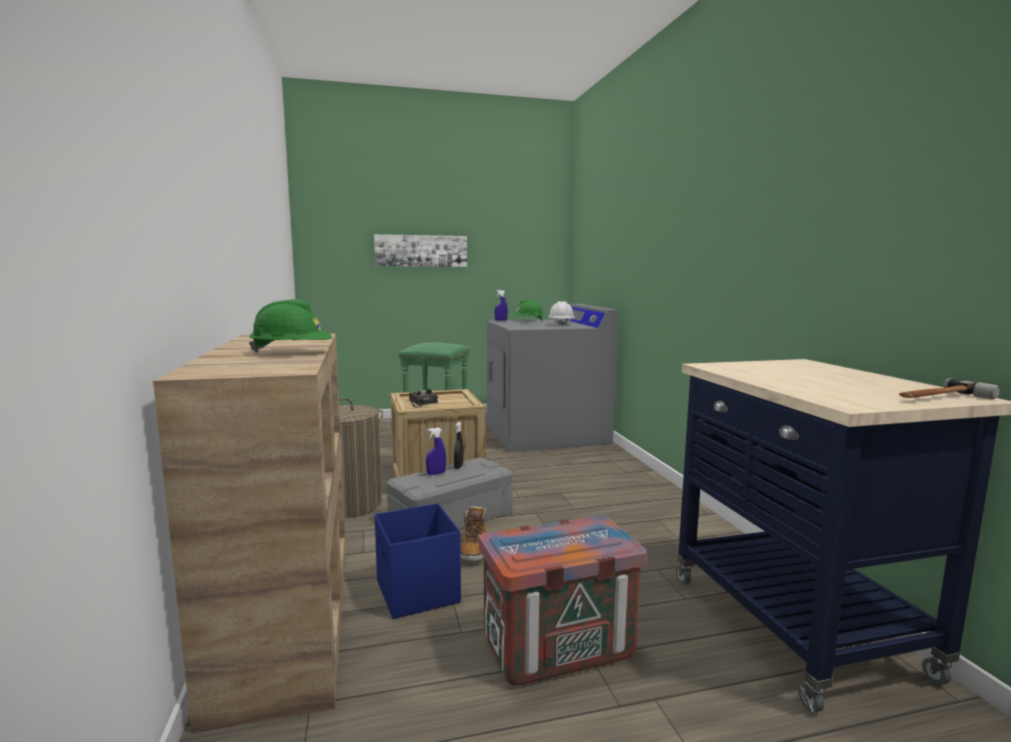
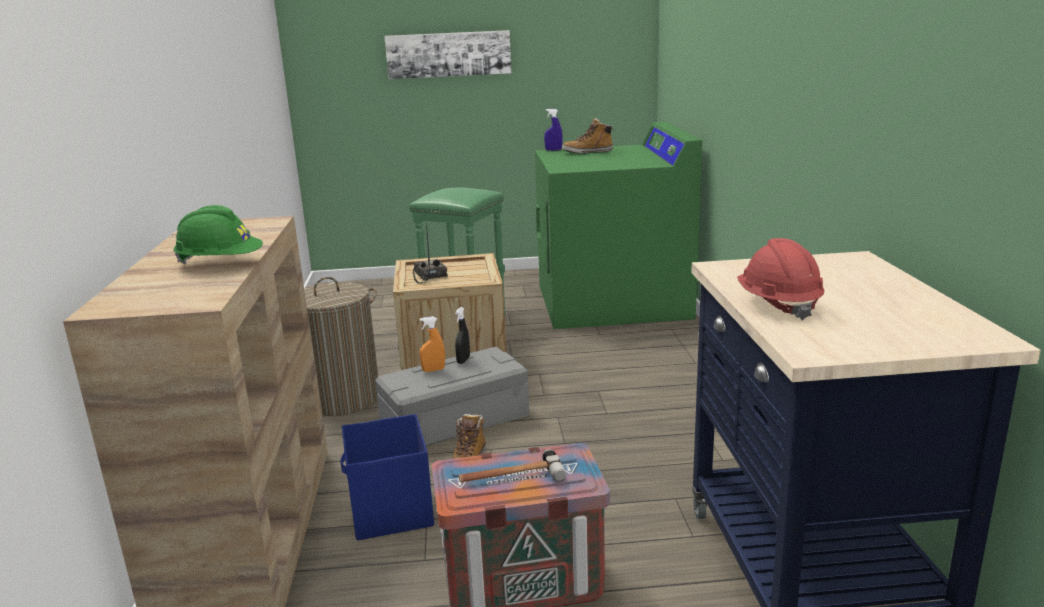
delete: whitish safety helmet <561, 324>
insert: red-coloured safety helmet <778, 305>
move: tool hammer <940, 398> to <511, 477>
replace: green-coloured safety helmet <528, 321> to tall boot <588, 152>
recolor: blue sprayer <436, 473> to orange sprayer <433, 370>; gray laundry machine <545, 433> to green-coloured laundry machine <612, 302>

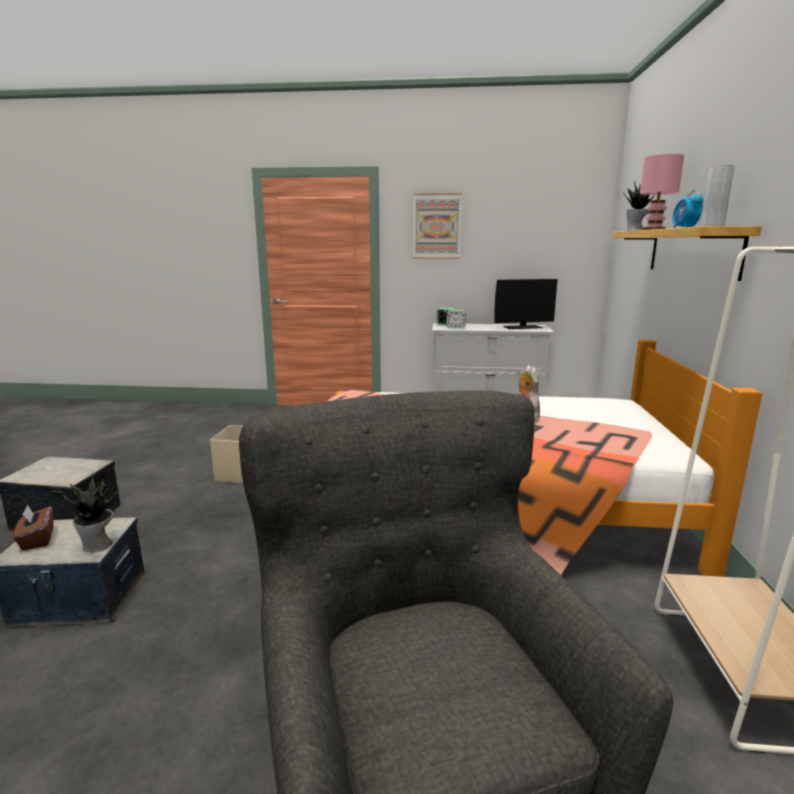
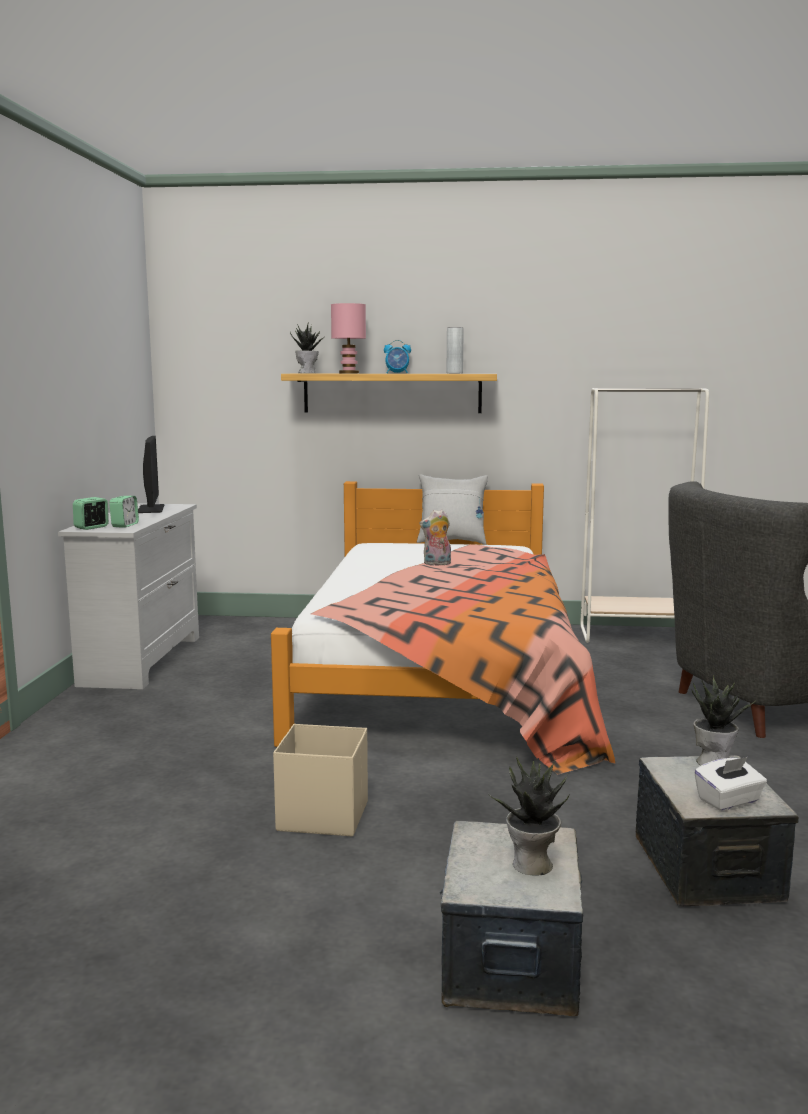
delete: wall picture <436, 226>
insert: gray pillow <451, 542>; houseplant <531, 865>
recolor: brown tissue box <37, 539> to whitish tissue box <729, 801>

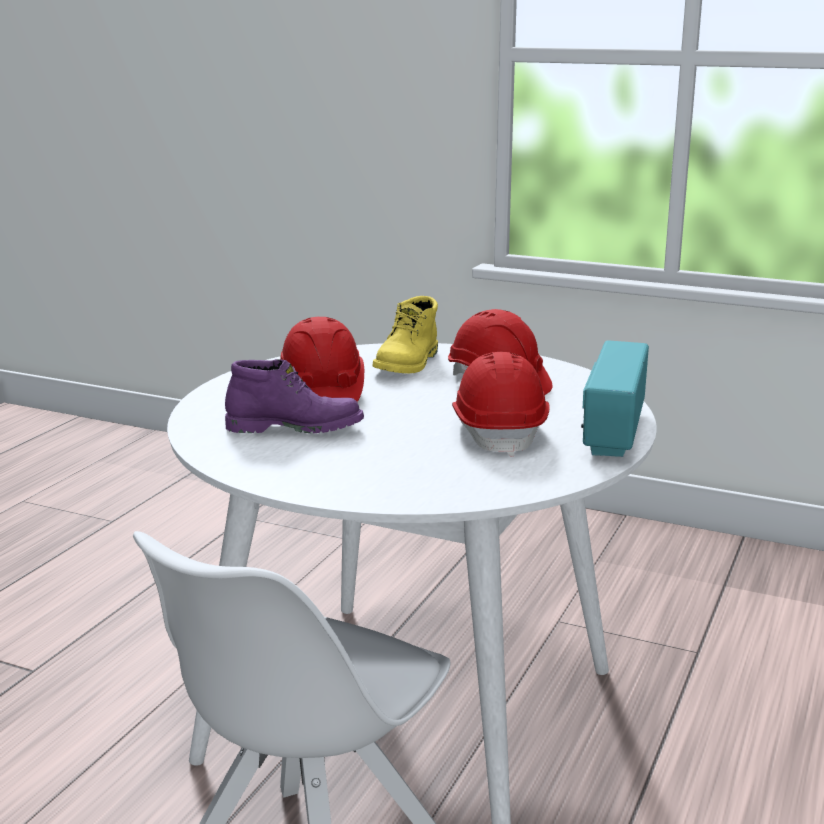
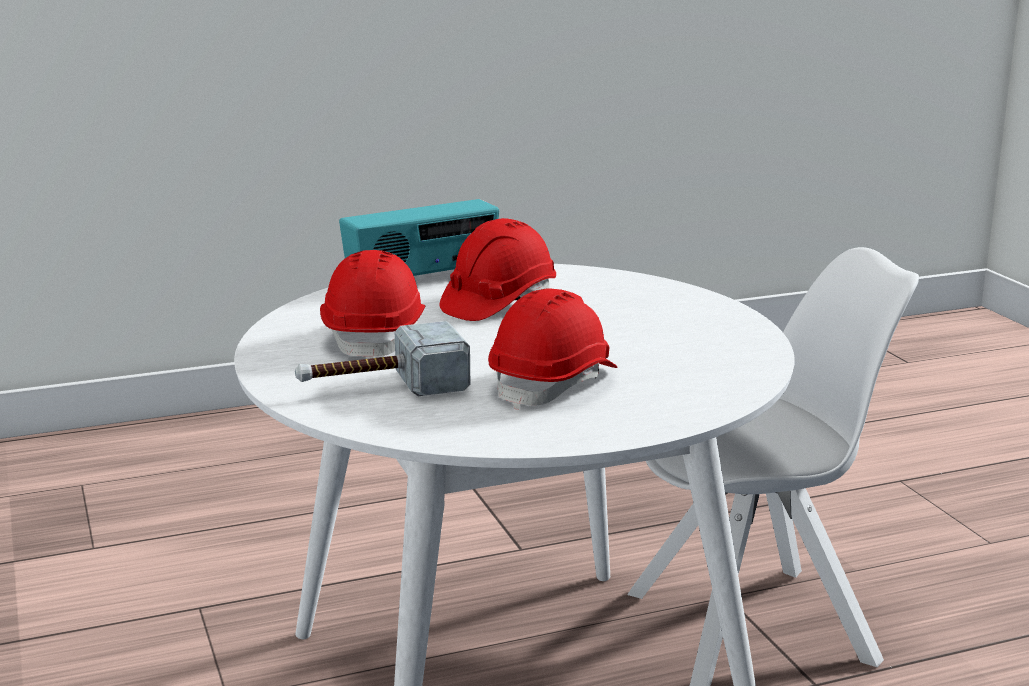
delete: purple tall boot <295, 428>
replace: yellow-coloured tall boot <408, 364> to tool hammer <382, 388>

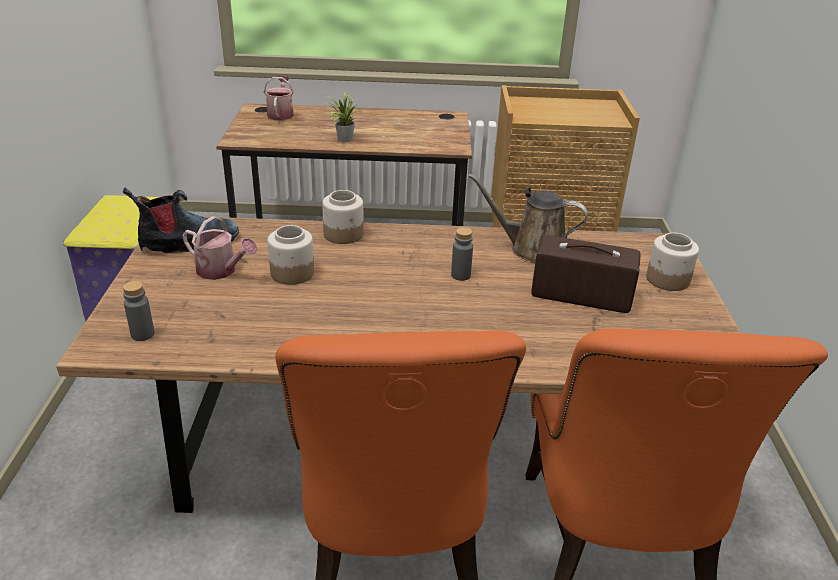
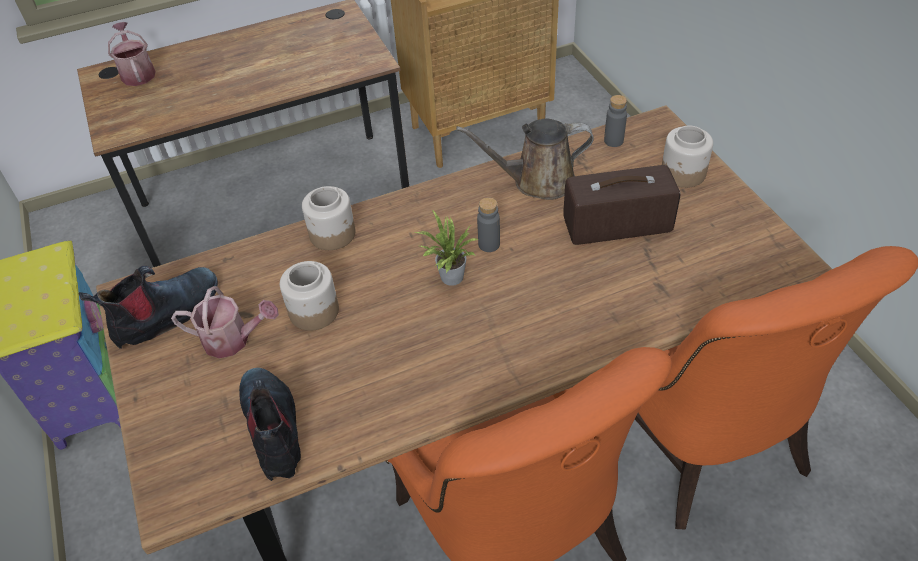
insert: tall boot <274, 428>
move: gray beverage bottle <142, 334> to <613, 141>; houseplant <343, 139> to <449, 278>

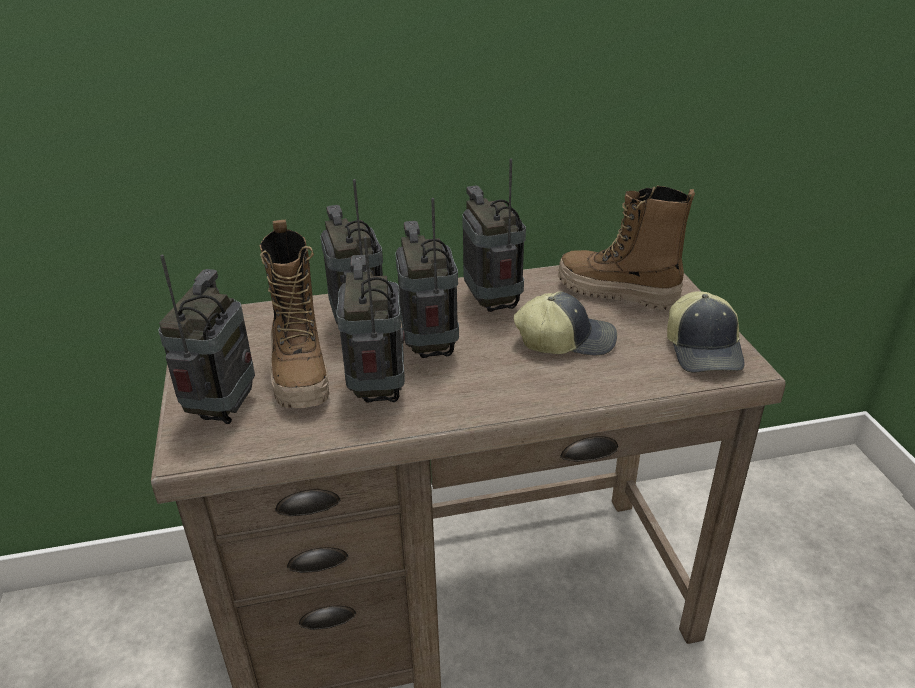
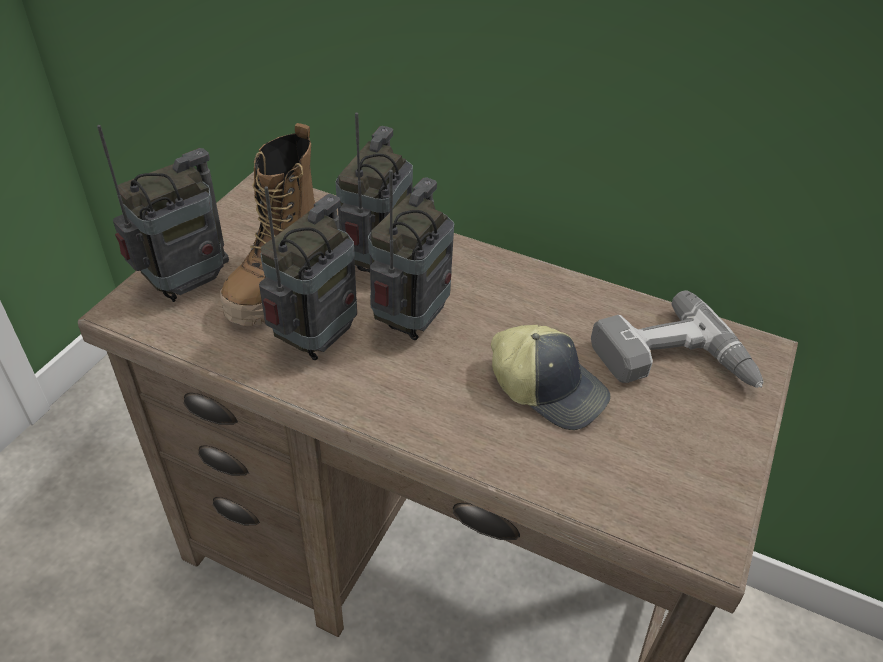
delete: radio set <493, 303>; peaked cap <704, 350>
replace: tall boot <617, 293> to electric drill <672, 364>

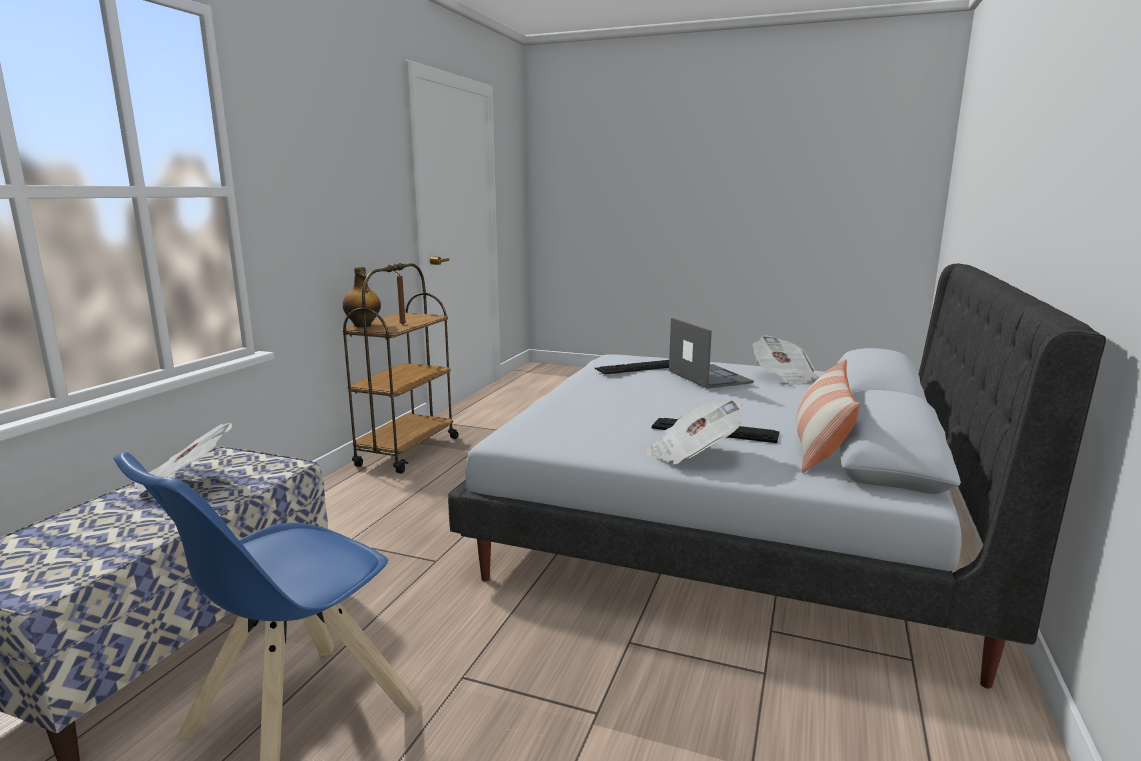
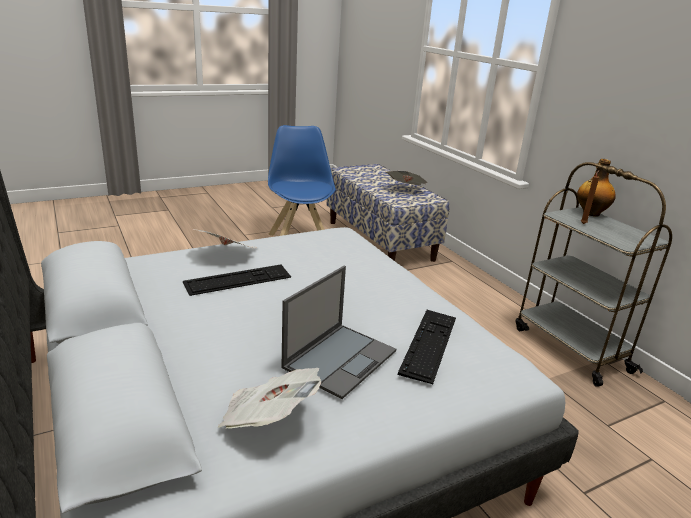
delete: pillow <820, 444>
recolor: brown cart <406, 452> to gray cart <570, 348>
rotate: portable computer <708, 376> = <340, 358> 75 degrees counterclockwise

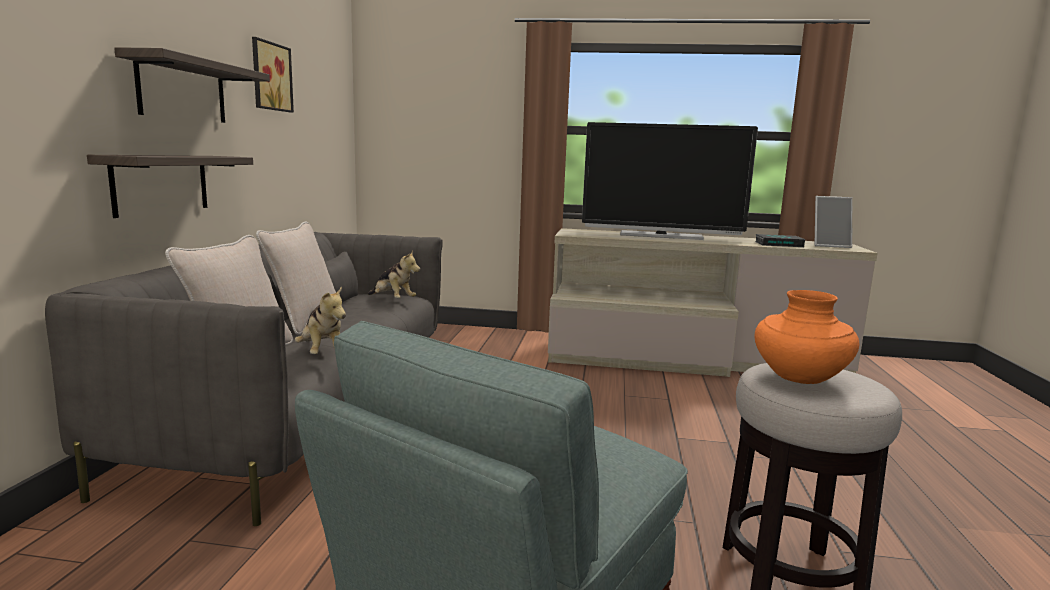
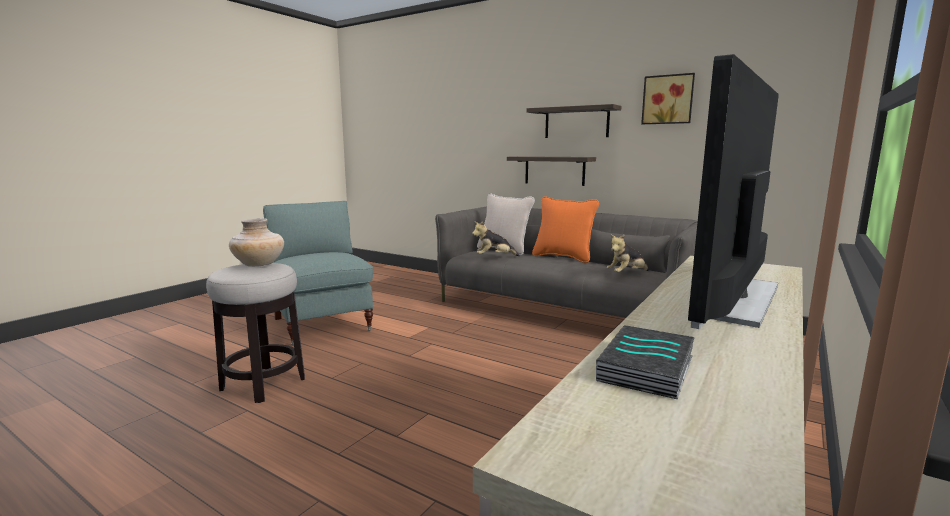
delete: photo frame <829, 245>
recolor: beige pillow <305, 321> to orange pillow <563, 257>; orange flower vase <799, 378> to beige flower vase <259, 265>

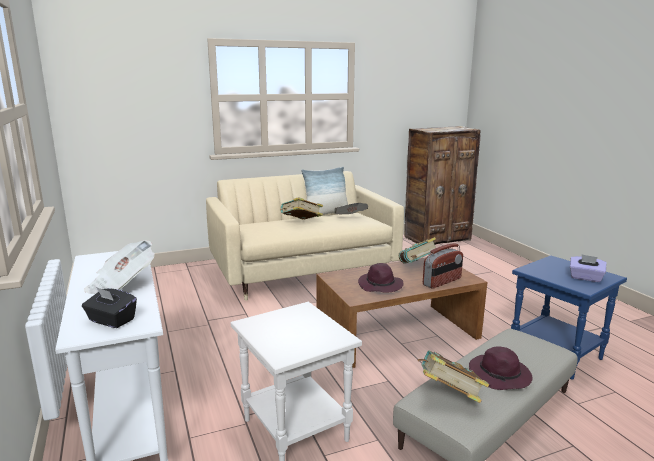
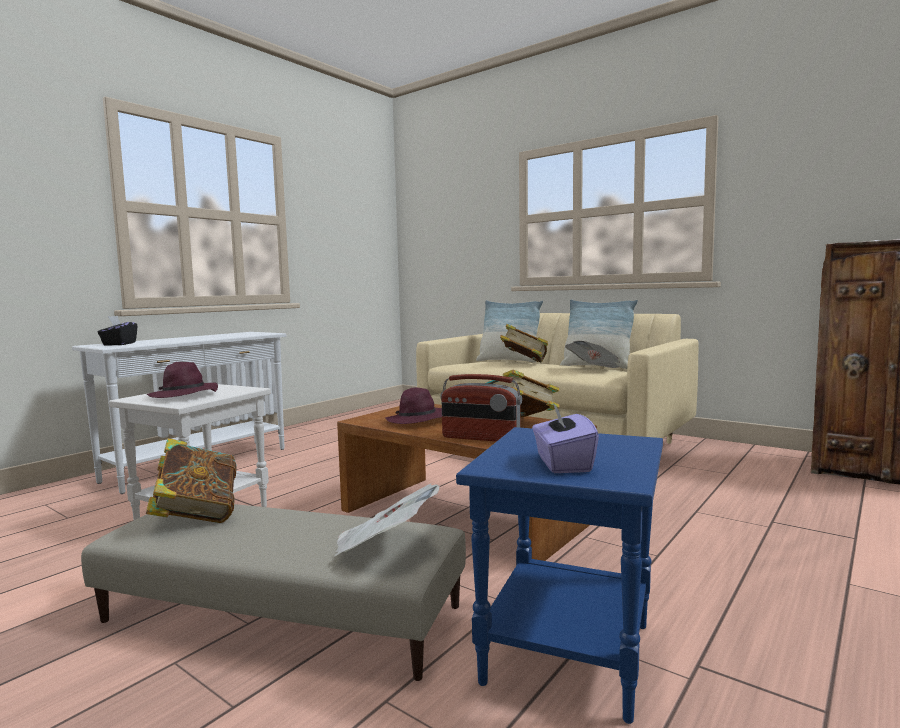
insert: pillow <508, 361>
move: newspaper <122, 285> to <384, 547>; purple clothing hat <500, 376> to <184, 396>

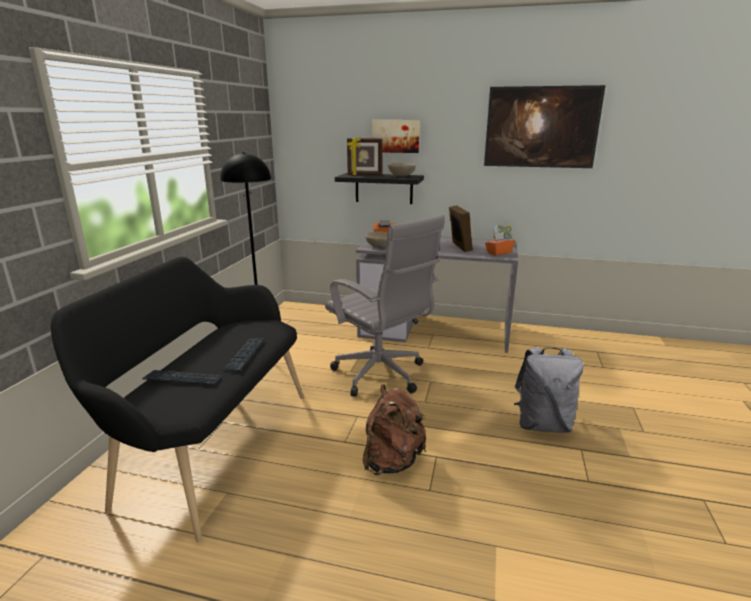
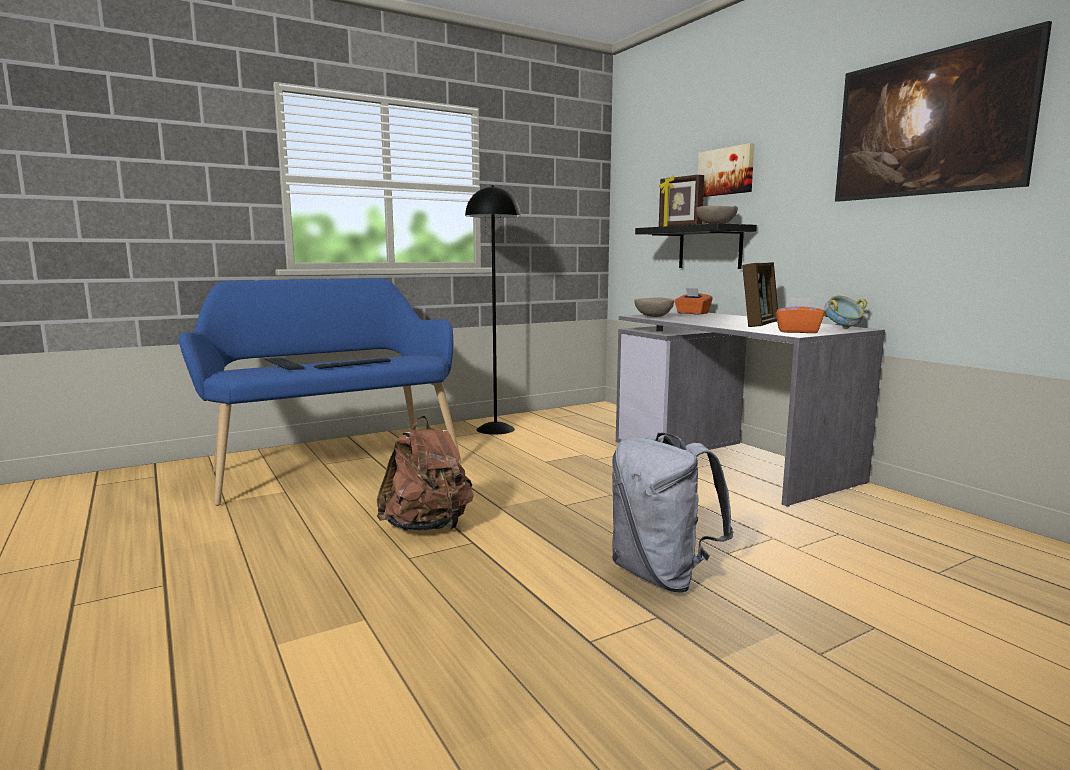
delete: gray desk chair <382, 376>
recolor: black indoor bench <210, 446> to blue indoor bench <333, 465>

